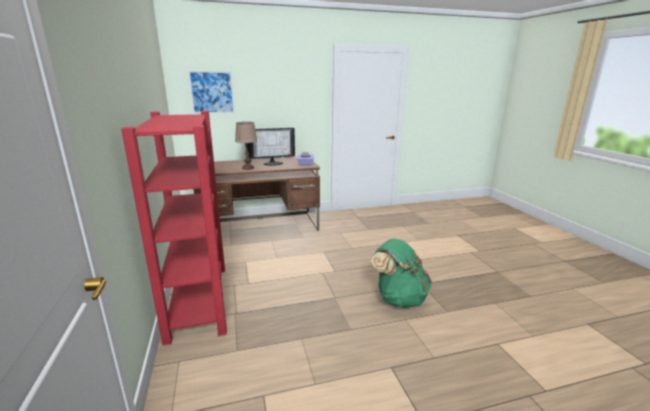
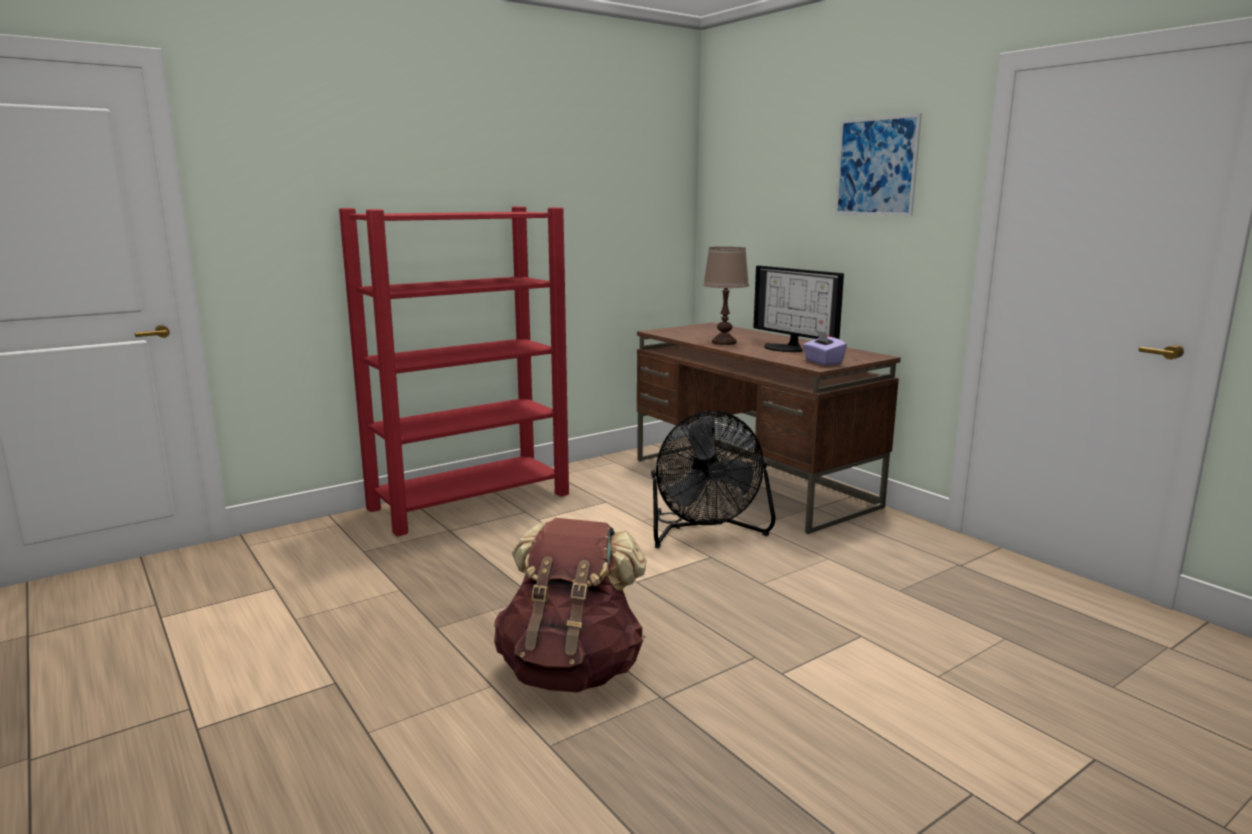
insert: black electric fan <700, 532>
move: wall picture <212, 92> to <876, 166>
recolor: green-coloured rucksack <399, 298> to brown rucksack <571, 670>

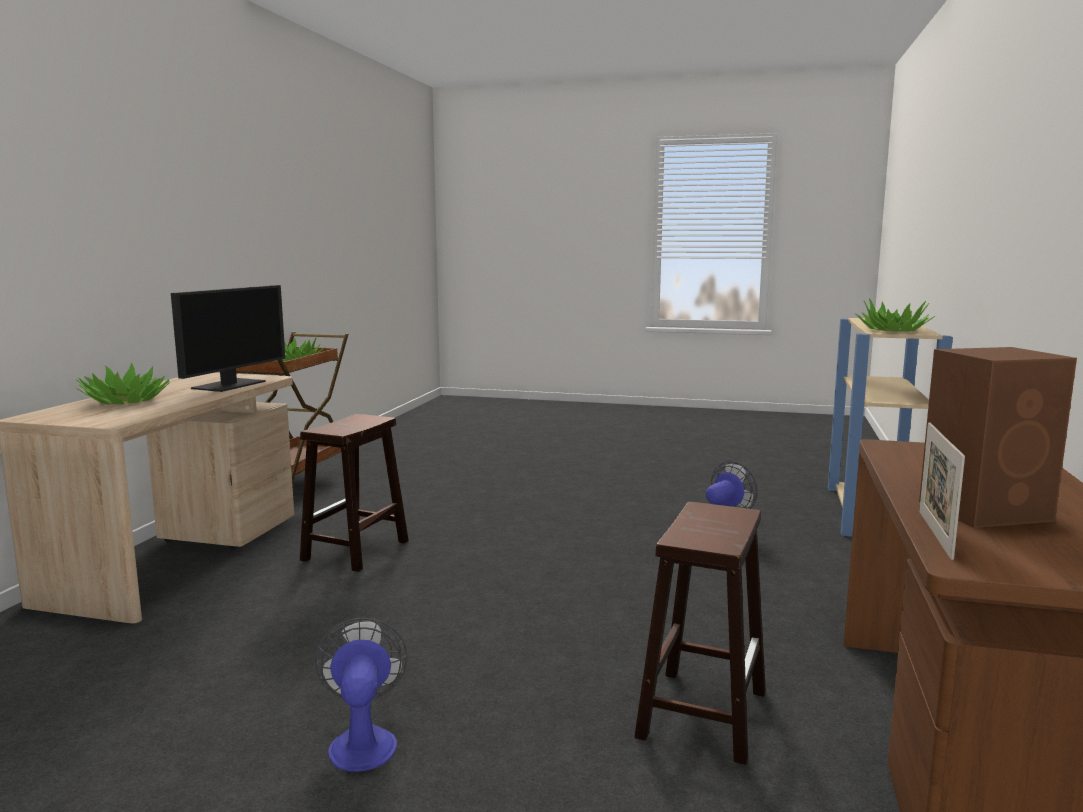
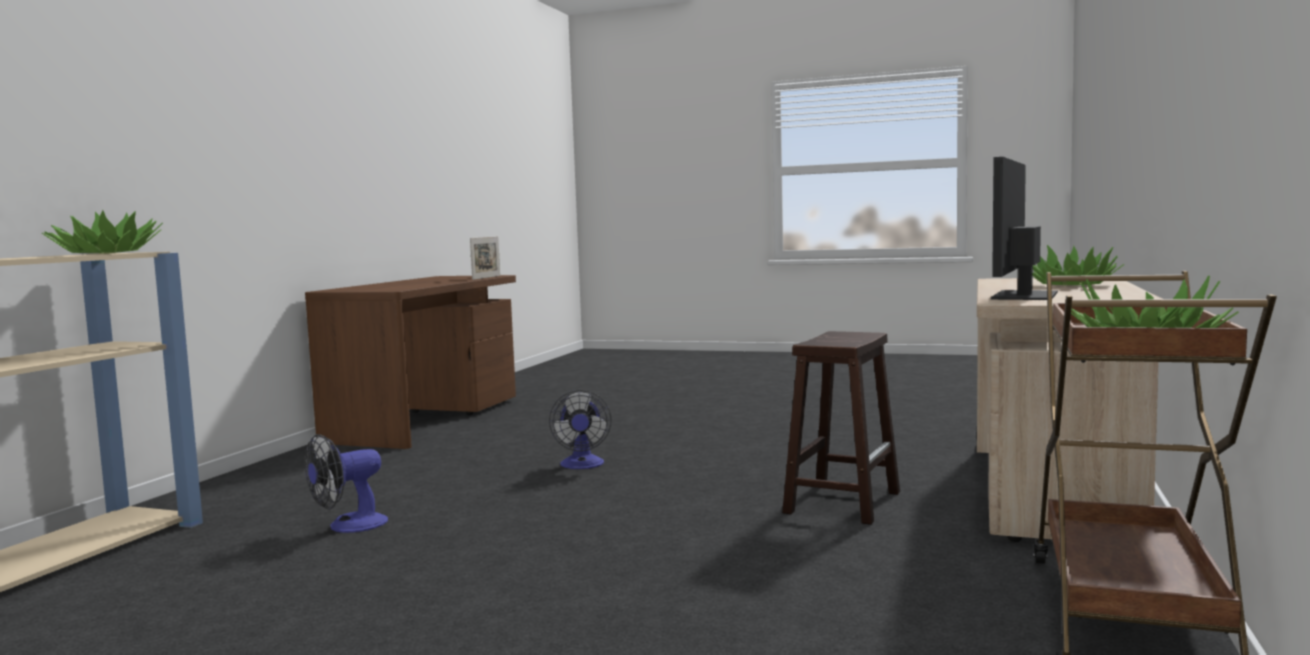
delete: brown stool seat <703, 712>; brown audio speaker <987, 511>
move: electric fan <363, 741> to <582, 465>

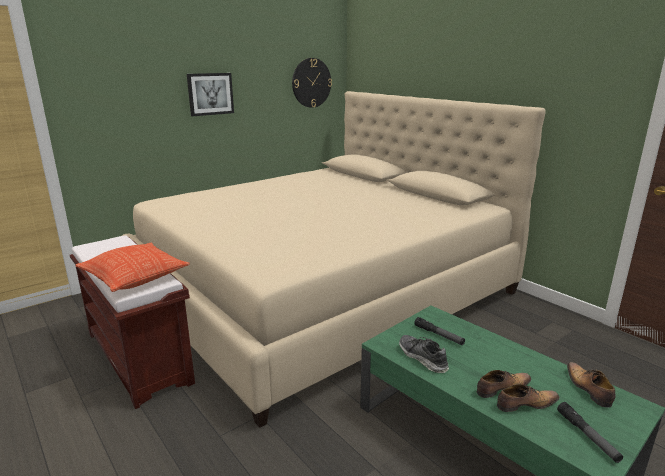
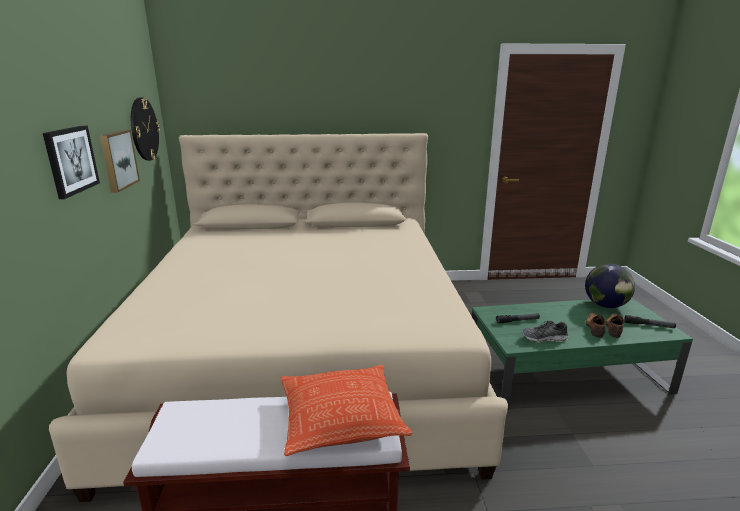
insert: wall picture <117, 160>
replace: low shoe <588, 389> to world globe <605, 305>

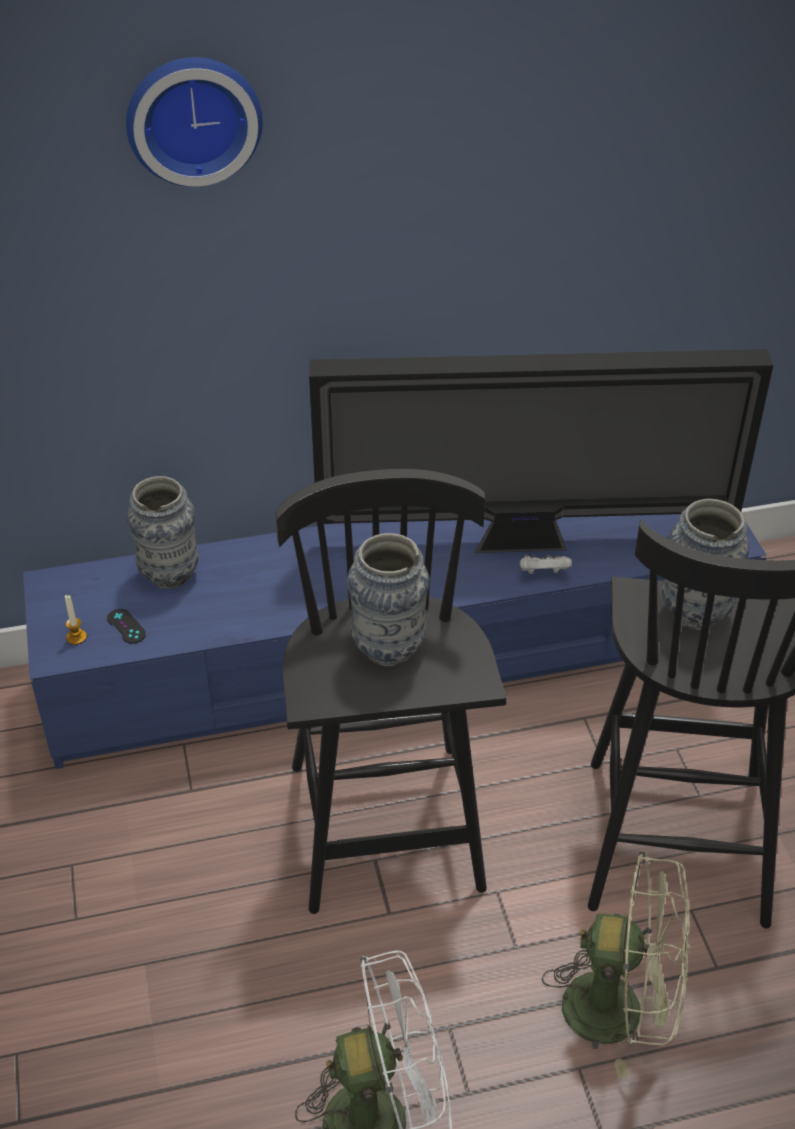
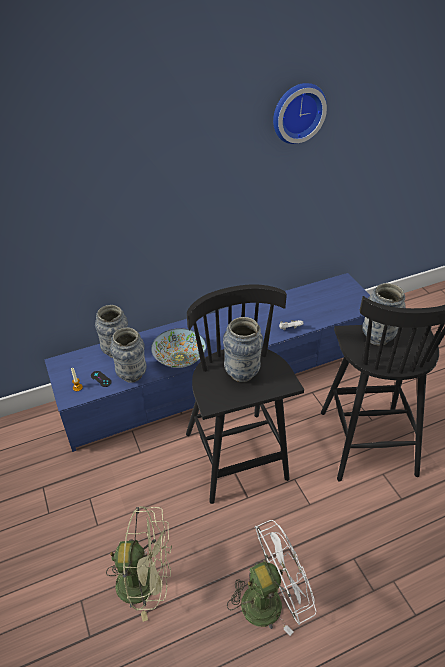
delete: TV set <526, 542>
insert: flower vase <132, 375>; deep dish <179, 358>
move: clock on the wall <193, 118> to <297, 112>; green-coloured electric fan <620, 1009> to <145, 582>

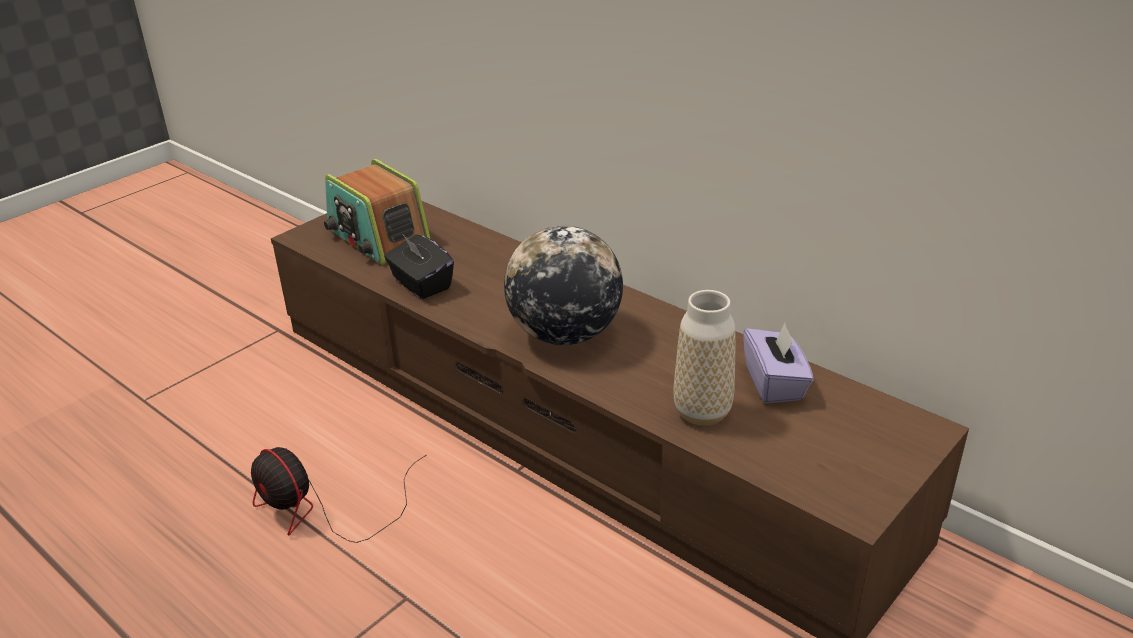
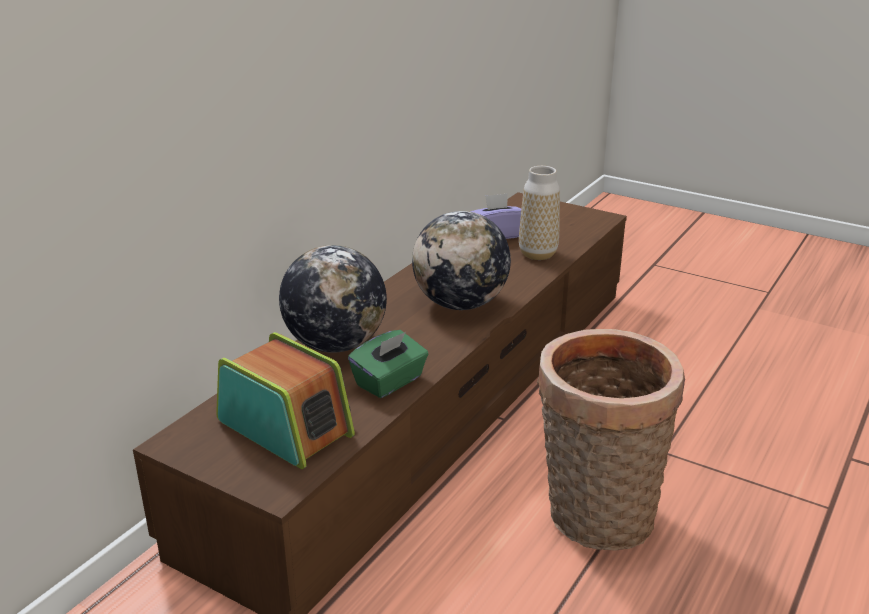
insert: world globe <335, 345>
replace: electric fan <322, 510> to household basket <595, 519>
recolor: black tissue box <421, 284> to green-coloured tissue box <390, 382>
rotate: radio set <377, 238> = <286, 427> 90 degrees counterclockwise

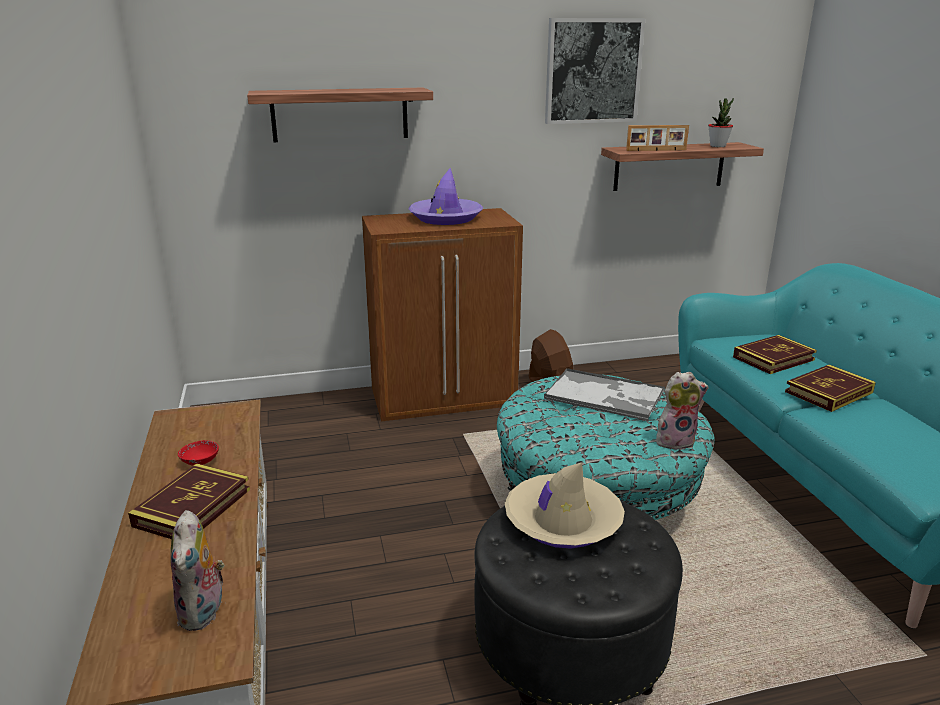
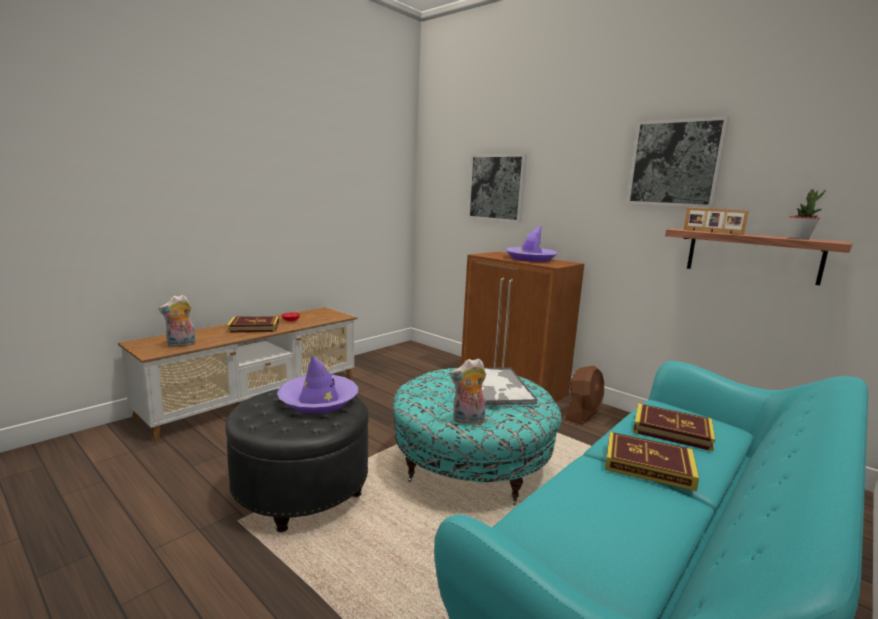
replace: shelf <340, 114> to wall picture <497, 187>
recolor: beige clothing hat <563, 521> to purple clothing hat <318, 400>
rotate: soft toy <675, 440> = <468, 420> 120 degrees clockwise

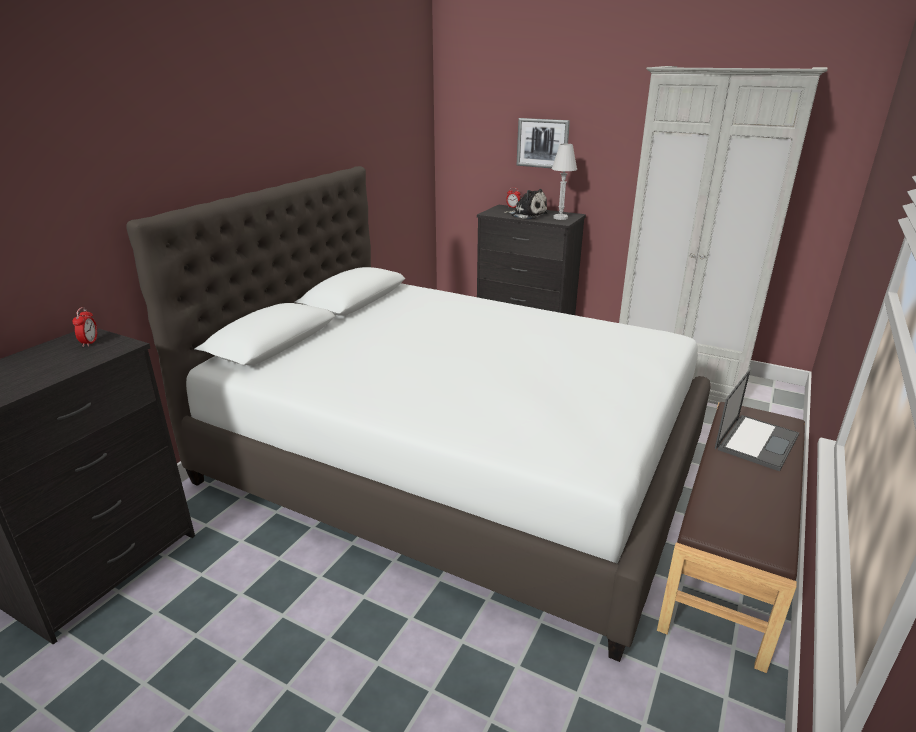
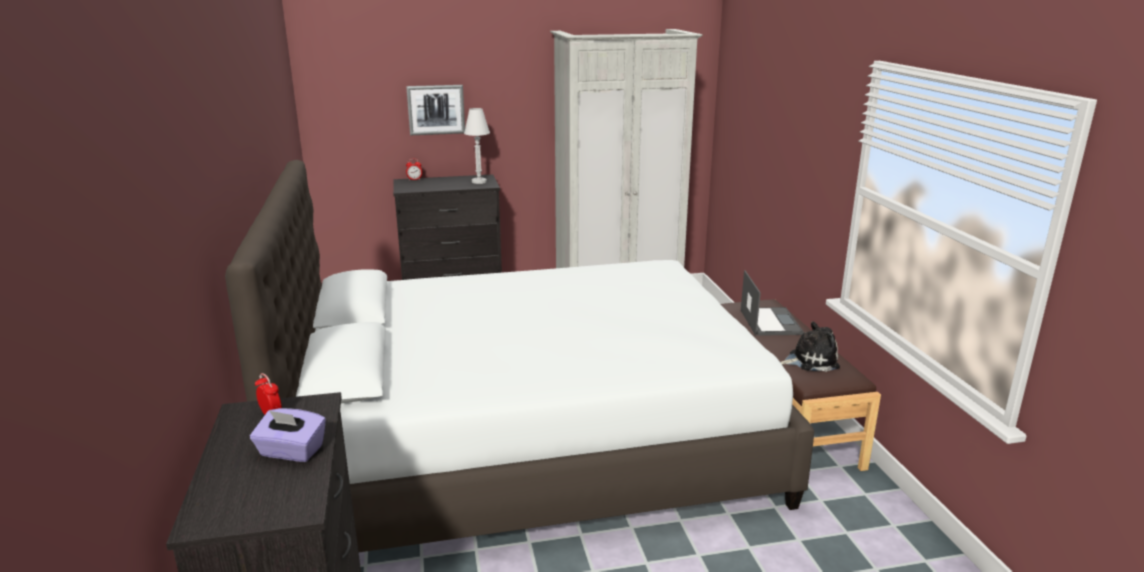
insert: purple tissue box <291, 452>
move: soft toy <527, 215> to <810, 360>

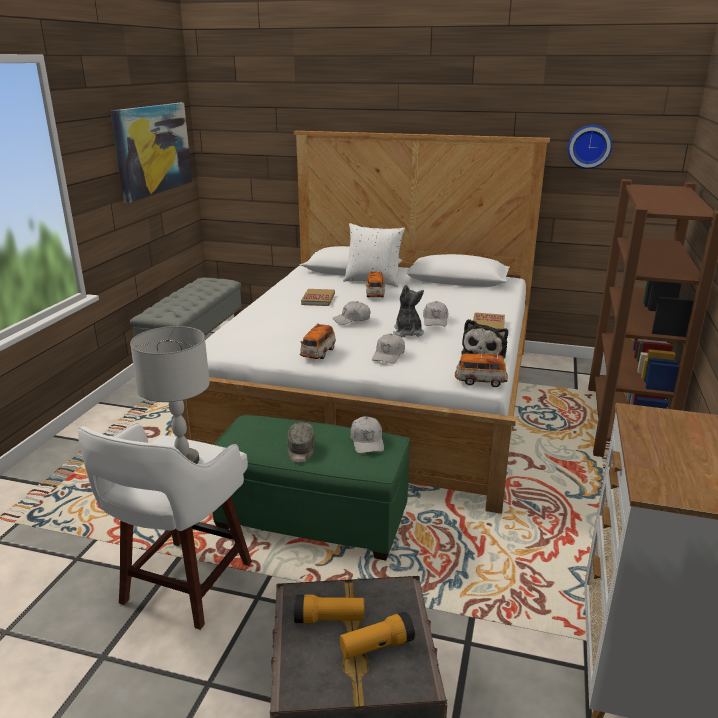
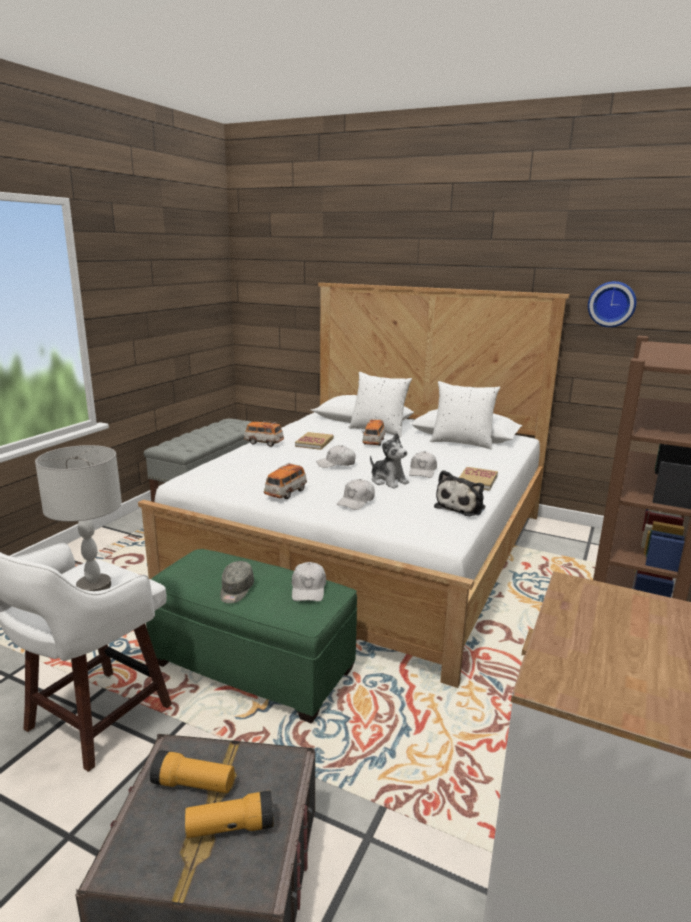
delete: wall picture <153, 149>
insert: whitish pillow <462, 443>
move: miniature car <480, 381> to <264, 443>
rotate: soft toy <407, 332> = <388, 481> 135 degrees clockwise

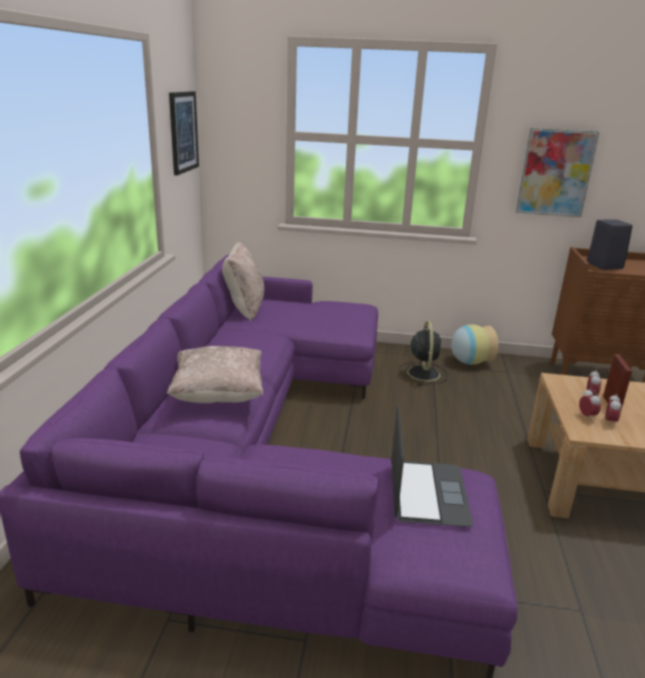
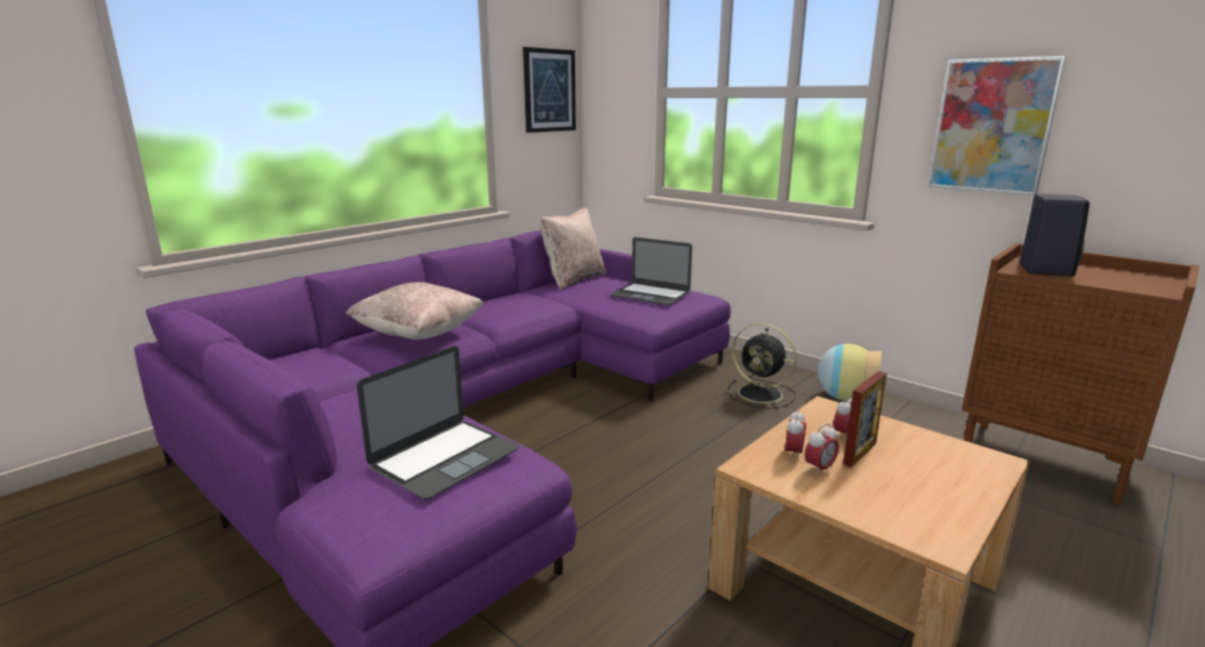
insert: portable computer <650, 294>
rotate: black electric fan <423, 373> = <762, 394> 90 degrees clockwise

